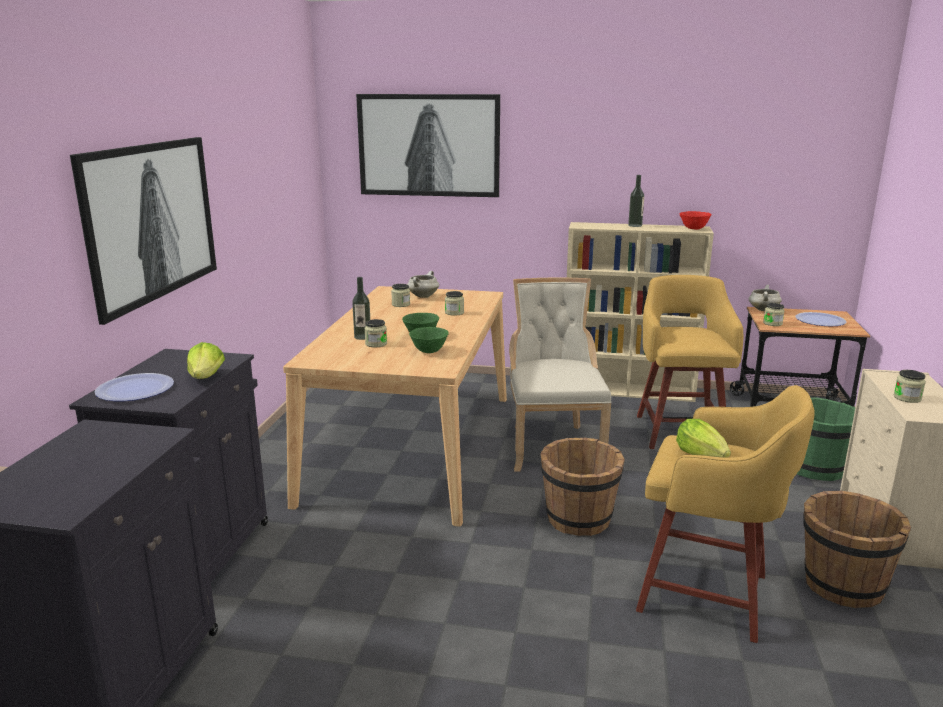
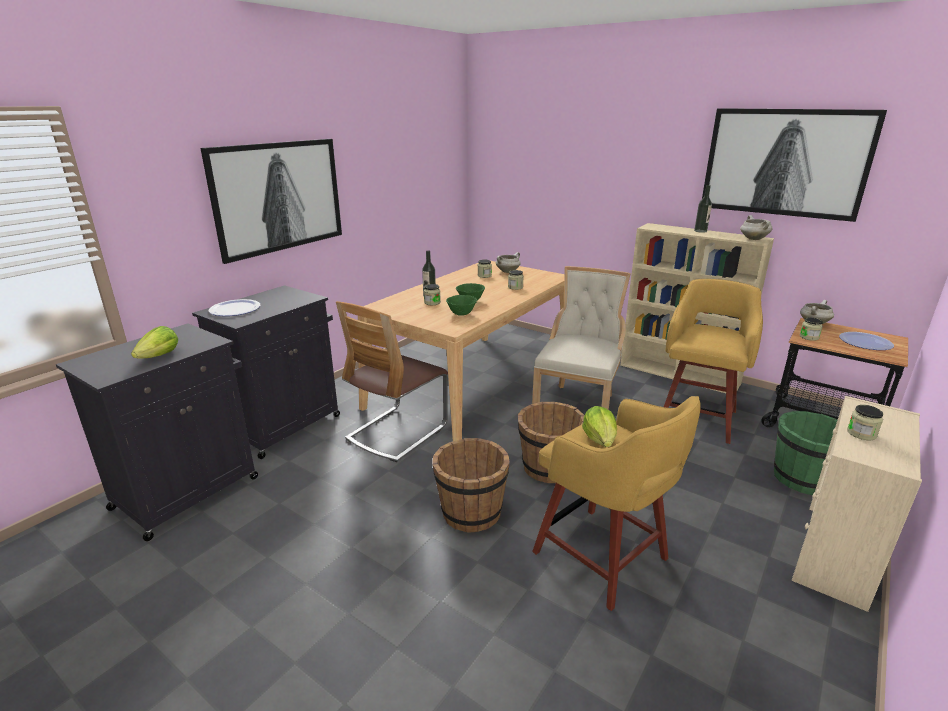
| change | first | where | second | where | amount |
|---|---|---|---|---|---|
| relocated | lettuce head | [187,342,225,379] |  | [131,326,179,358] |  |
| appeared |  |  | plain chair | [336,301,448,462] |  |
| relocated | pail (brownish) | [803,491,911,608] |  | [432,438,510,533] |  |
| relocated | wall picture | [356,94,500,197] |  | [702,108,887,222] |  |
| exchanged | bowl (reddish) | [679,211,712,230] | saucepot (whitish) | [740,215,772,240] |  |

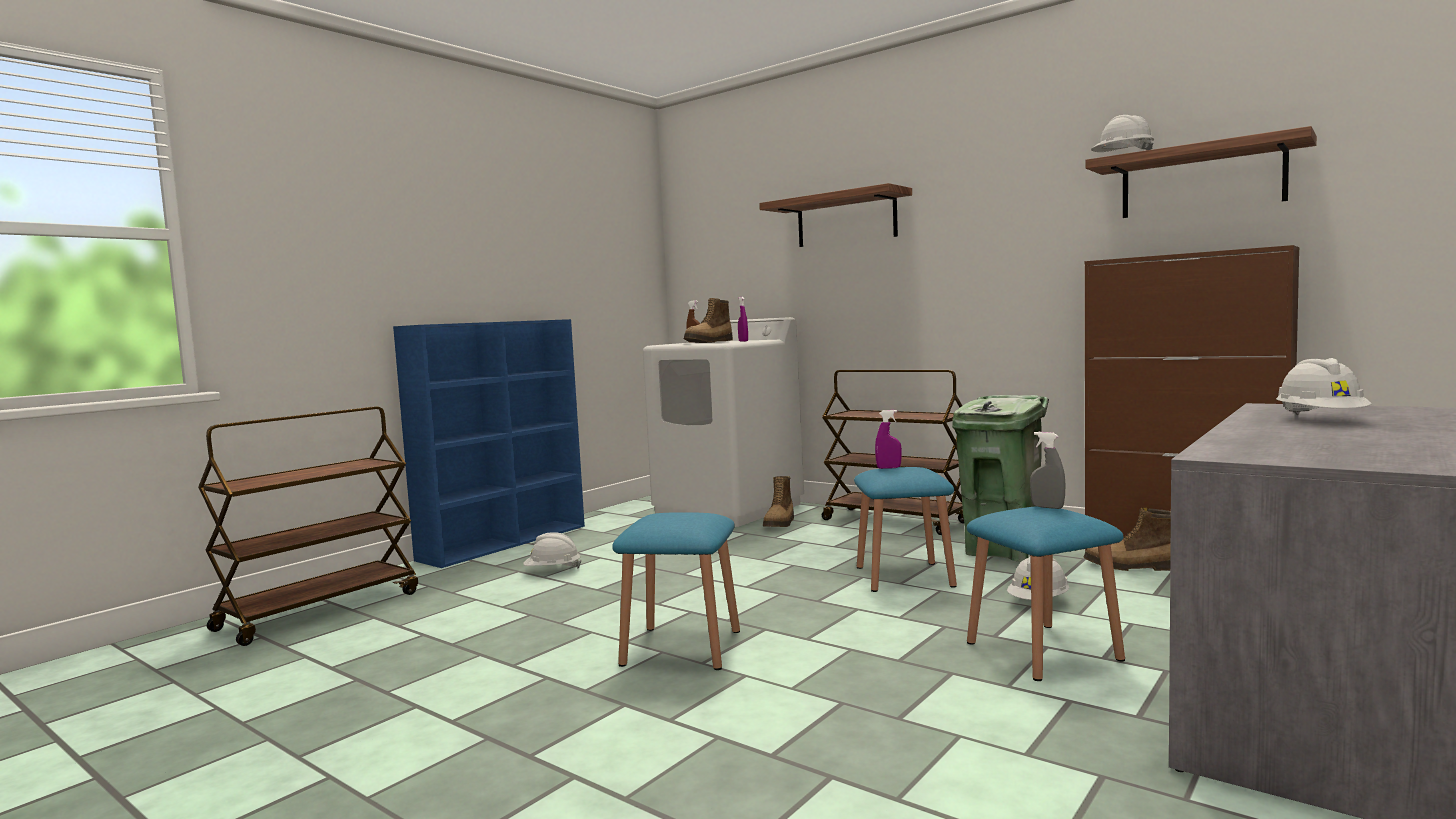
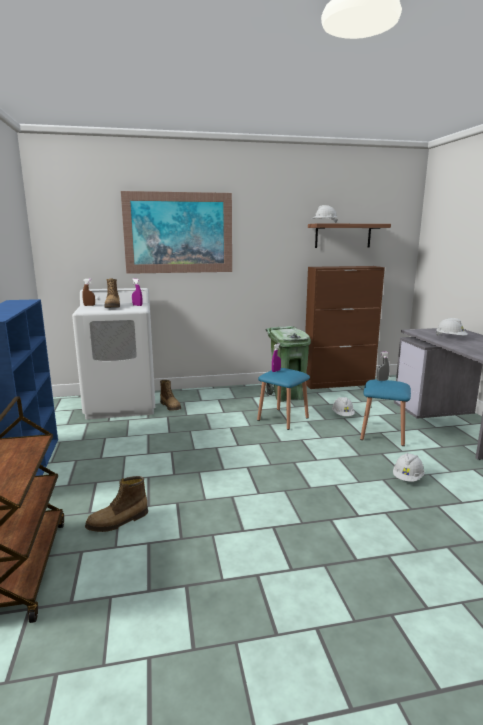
| change | first | where | second | where | amount |
|---|---|---|---|---|---|
| relocated | boot | [1084,508,1171,571] |  | [85,476,148,532] |  |
| exchanged | wall shelf | [759,183,912,247] | wall picture | [121,191,232,274] |  |
| relocated | hard hat (whitish) | [524,532,582,569] |  | [393,453,425,482] |  |
| missing | stool seat (blue-coloured) | [612,512,740,670] |  |  |  |
| missing | wheeled cart (brownish) | [822,370,964,535] |  |  |  |

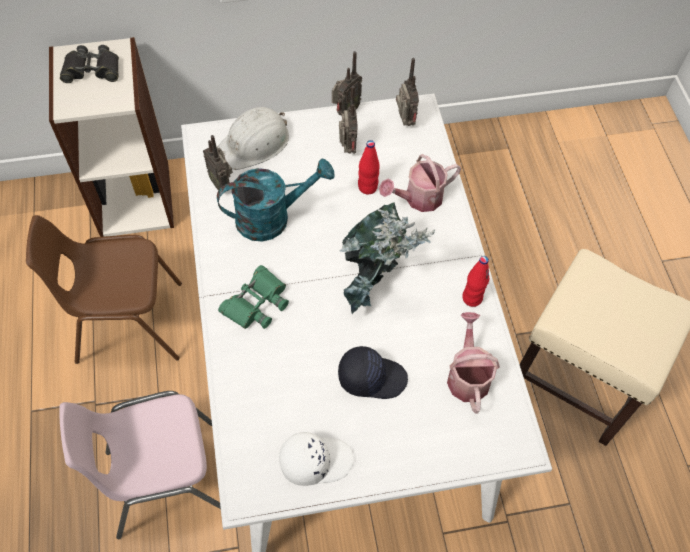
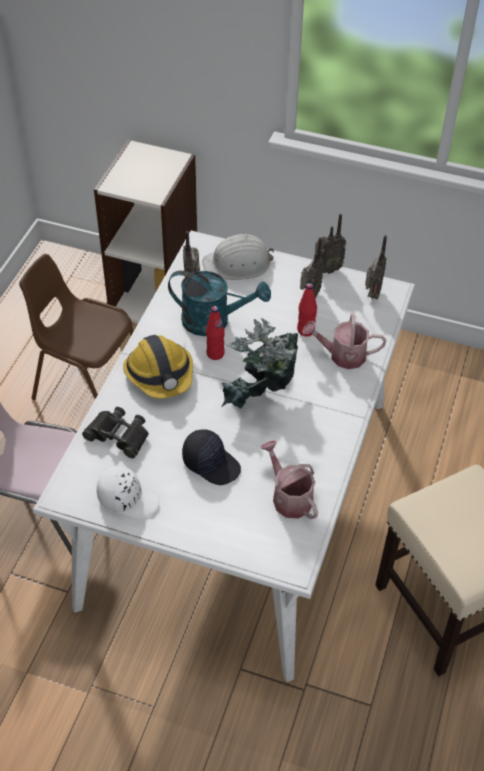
| change | first | where | second | where | amount |
|---|---|---|---|---|---|
| relocated | field glasses (blackish) | [60,45,119,83] |  | [82,407,149,458] |  |
| exchanged | field glasses (greenish) | [218,265,289,329] | hard hat | [123,335,193,399] |  |
| relocated | beverage bottle (reddish) | [462,256,489,307] |  | [206,306,225,360] |  |
| spun | watering can | [447,312,500,414] |  | [261,440,318,519] | 60 degrees counterclockwise |

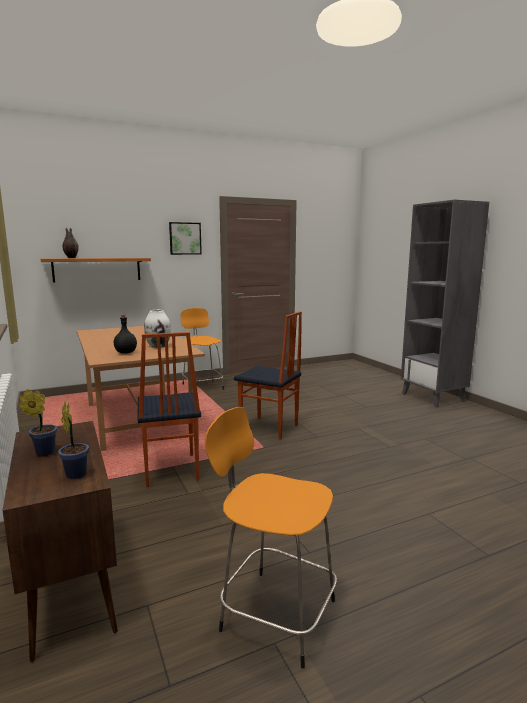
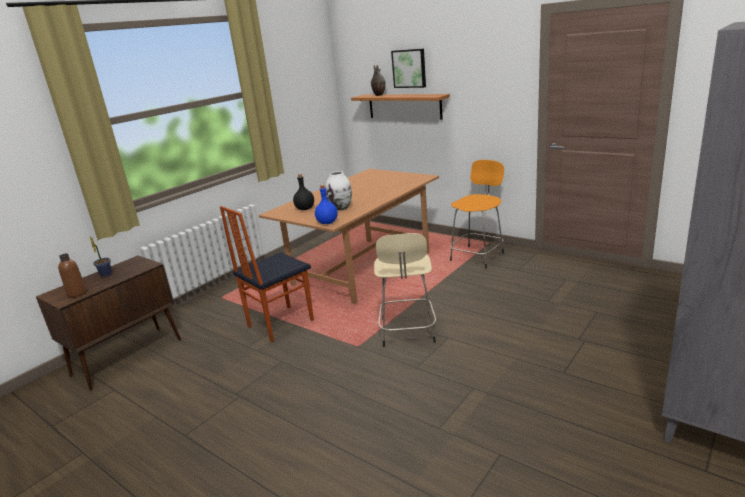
| change | first | where | second | where | amount |
|---|---|---|---|---|---|
| exchanged | plant in a pot | [58,400,89,479] | beverage bottle (brownish) | [58,253,87,298] |  |
| appeared |  |  | beverage bottle (blue-coloured) | [315,185,338,224] |  |
| exchanged | plain chair | [234,311,302,440] | stool seat (sand-coloured) | [374,233,436,347] |  |
| relocated | wall picture | [169,222,202,255] |  | [391,49,426,88] |  |
| missing | stool seat (orange-coloured) | [205,407,337,669] |  |  |  |

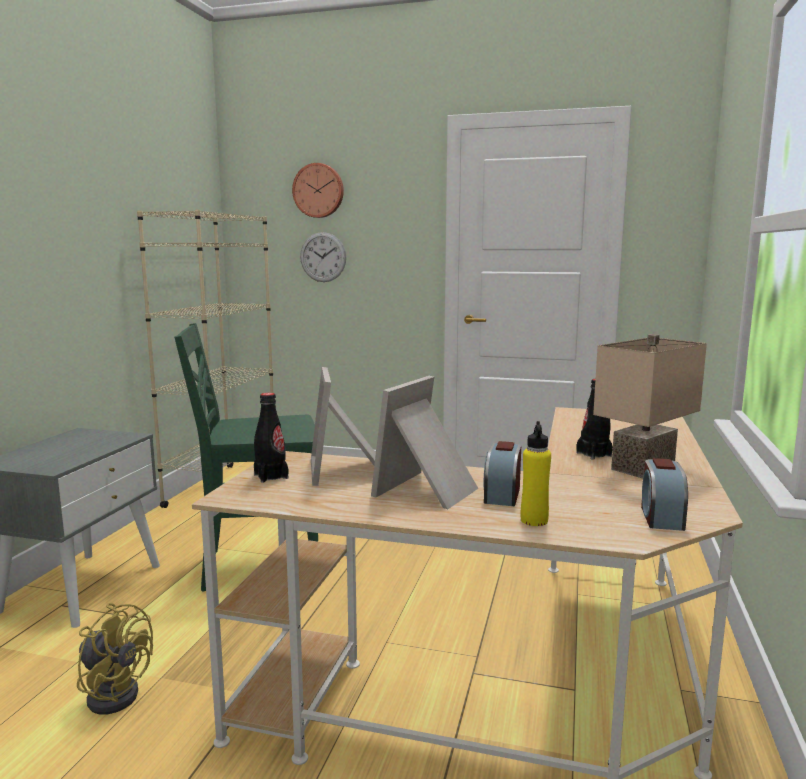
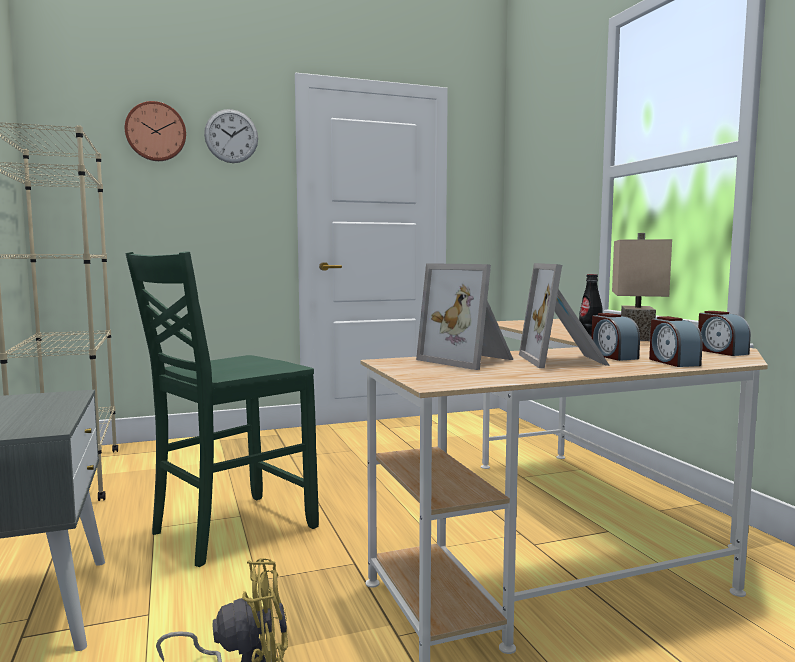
| change | first | where | second | where | amount |
|---|---|---|---|---|---|
| relocated | hanging clock | [300,232,346,282] |  | [204,109,258,163] |  |
| exchanged | beverage bottle (yellowish) | [521,421,551,526] | alarm clock | [649,316,703,367] |  |
| missing | beverage bottle (blackish) | [254,393,288,483] |  |  |  |

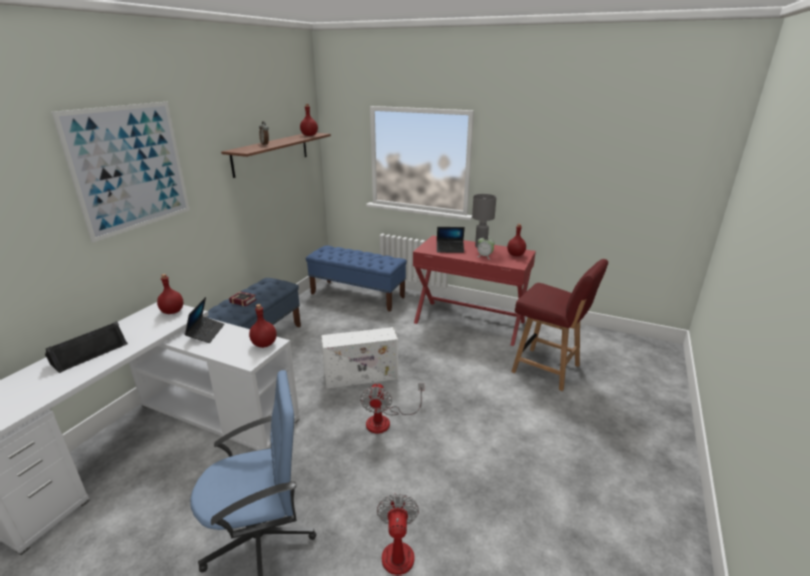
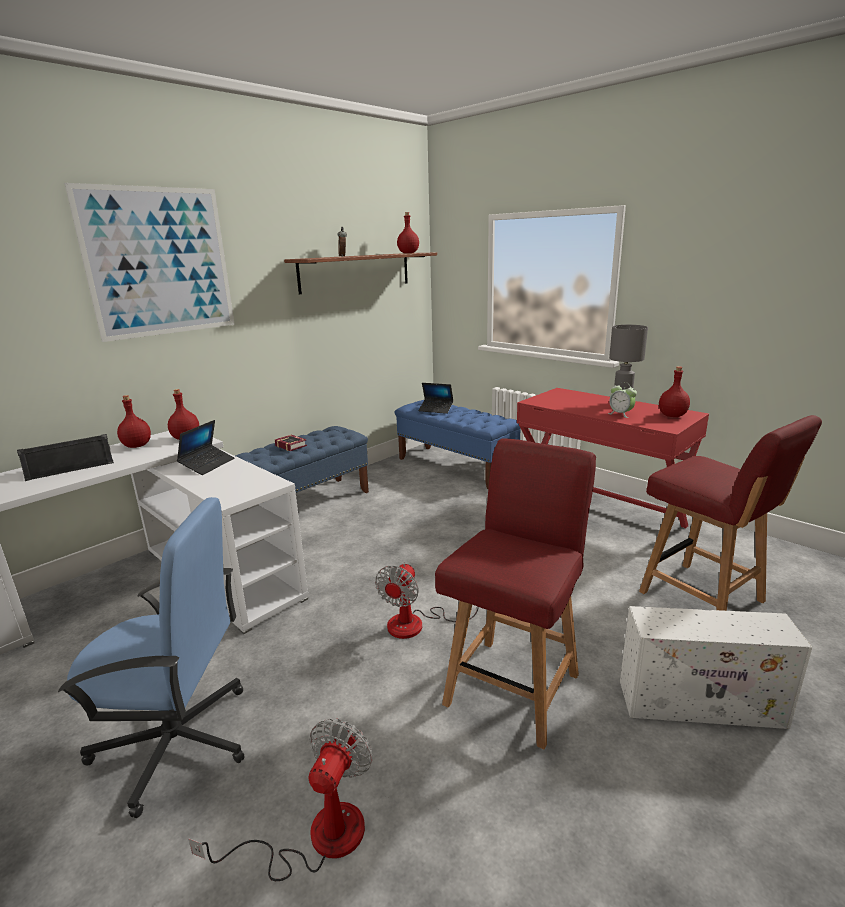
| change | first | where | second | where | amount |
|---|---|---|---|---|---|
| relocated | beverage bottle (reddish) | [249,304,277,348] |  | [117,395,151,448] |  |
| relocated | portable computer | [437,227,465,253] |  | [418,383,453,414] |  |
| appeared |  |  | plain chair (reddish) | [435,438,596,749] |  |
| relocated | storage box (whitish) | [321,327,398,389] |  | [620,606,812,729] |  |

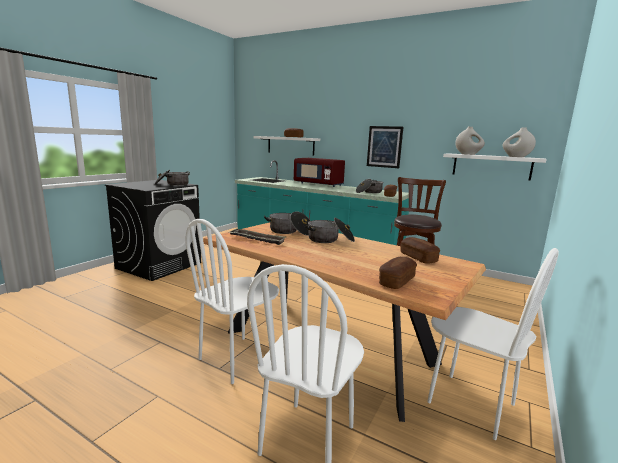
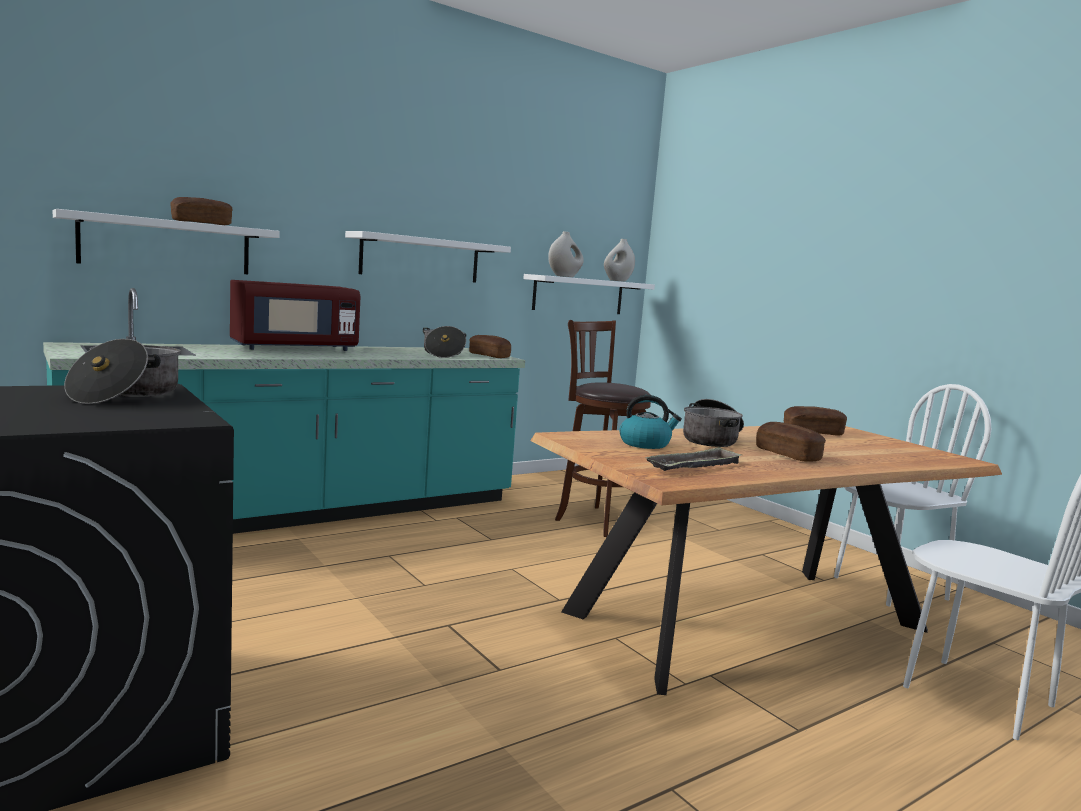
| change | first | where | second | where | amount |
|---|---|---|---|---|---|
| exchanged | wall picture | [367,126,403,168] | wall shelf (whitish) | [345,231,511,282] |  |
| exchanged | saucepot | [264,211,311,236] | kettle | [619,395,682,449] |  |
| relocated | bread | [379,257,417,289] |  | [756,422,826,462] |  |
| missing | plain chair (whitish) | [185,219,279,384] |  |  |  |

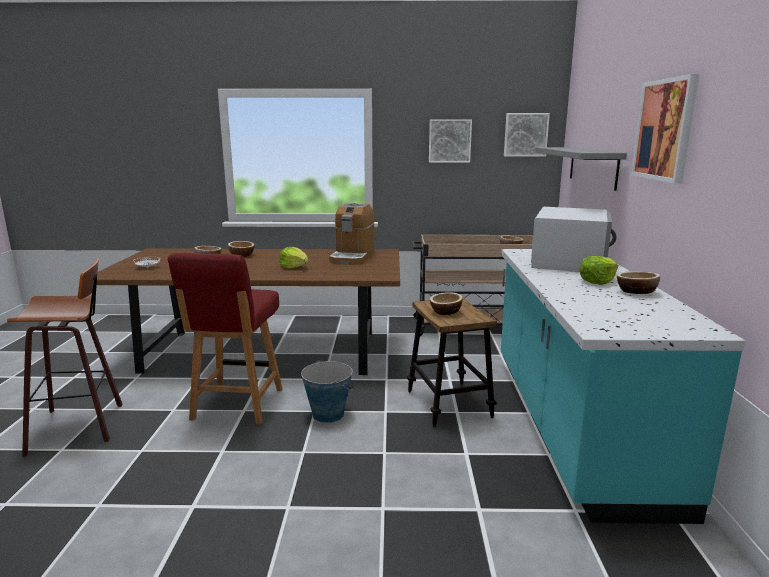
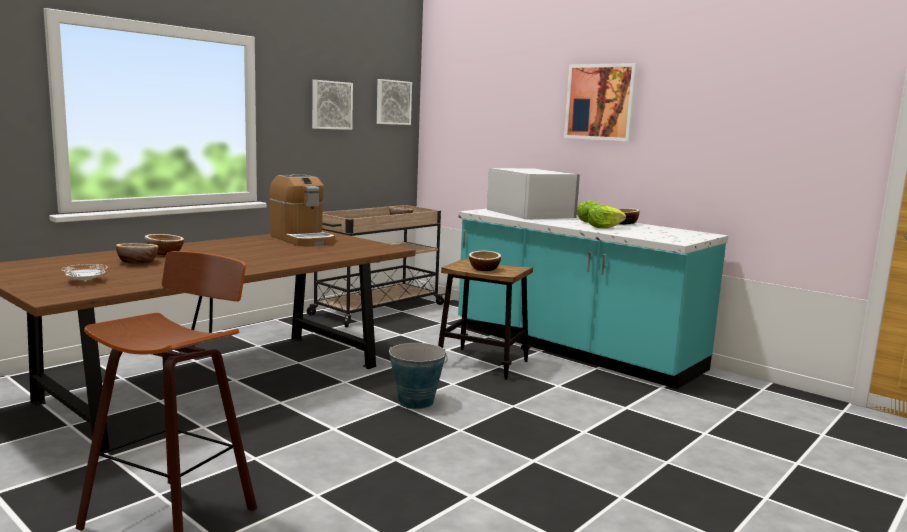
| change | first | where | second | where | amount |
|---|---|---|---|---|---|
| relocated | lettuce head | [279,247,309,268] |  | [588,205,626,229] |  |
| missing | plain chair (reddish) | [168,253,283,424] |  |  |  |
| missing | wall shelf (greyish) | [535,147,627,191] |  |  |  |

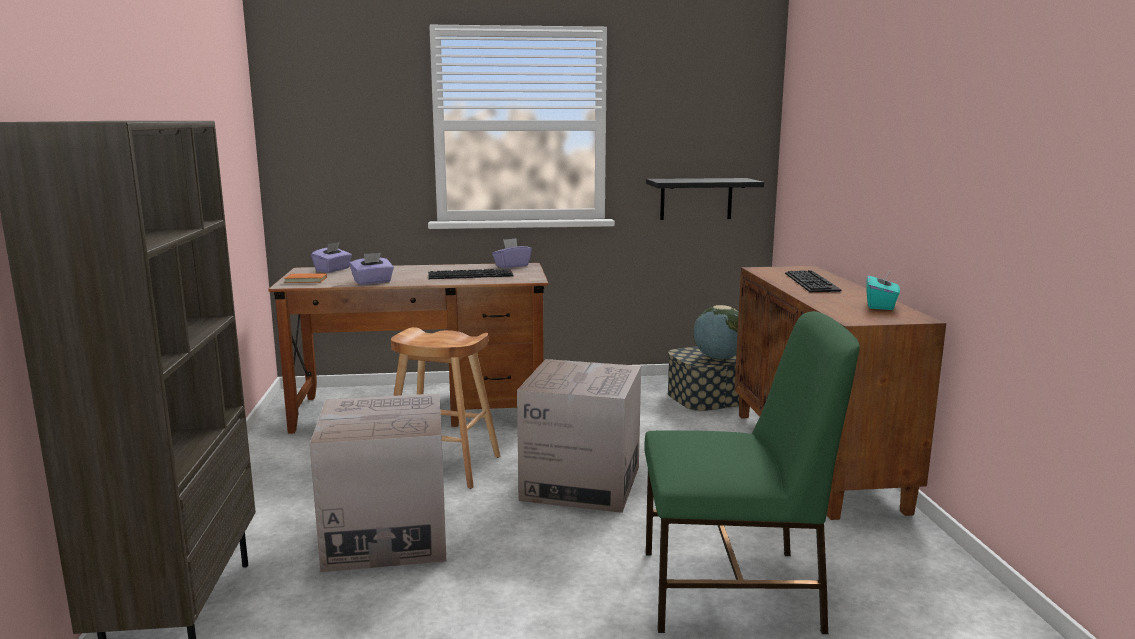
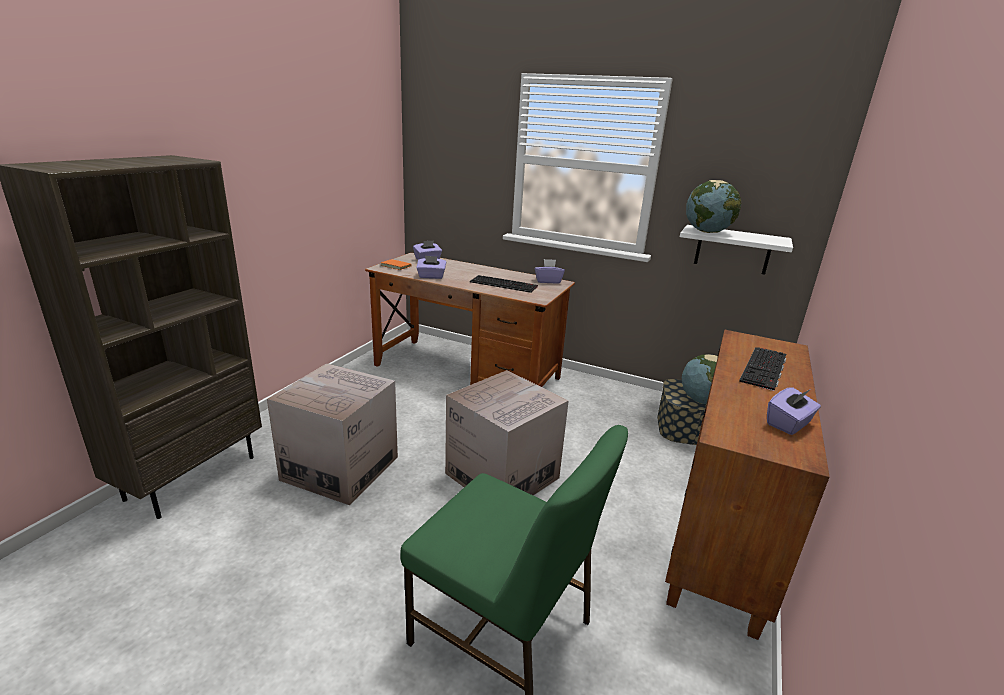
| change | first | where | second | where | amount |
|---|---|---|---|---|---|
| colour | wall shelf (blackish) | [646,178,764,220] | wall shelf (whitish) | [680,225,793,274] |  |
| appeared |  |  | globe | [686,180,741,233] |  |
| colour | tissue holder (turquoise) | [866,270,900,310] | tissue holder (purple) | [767,388,821,435] |  |
| missing | stool seat (brownish) | [391,327,500,489] |  |  |  |

